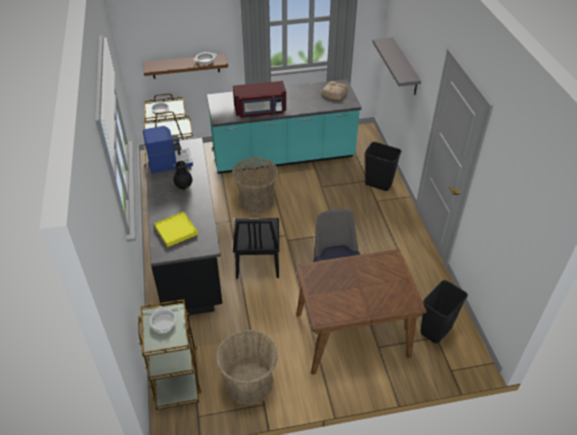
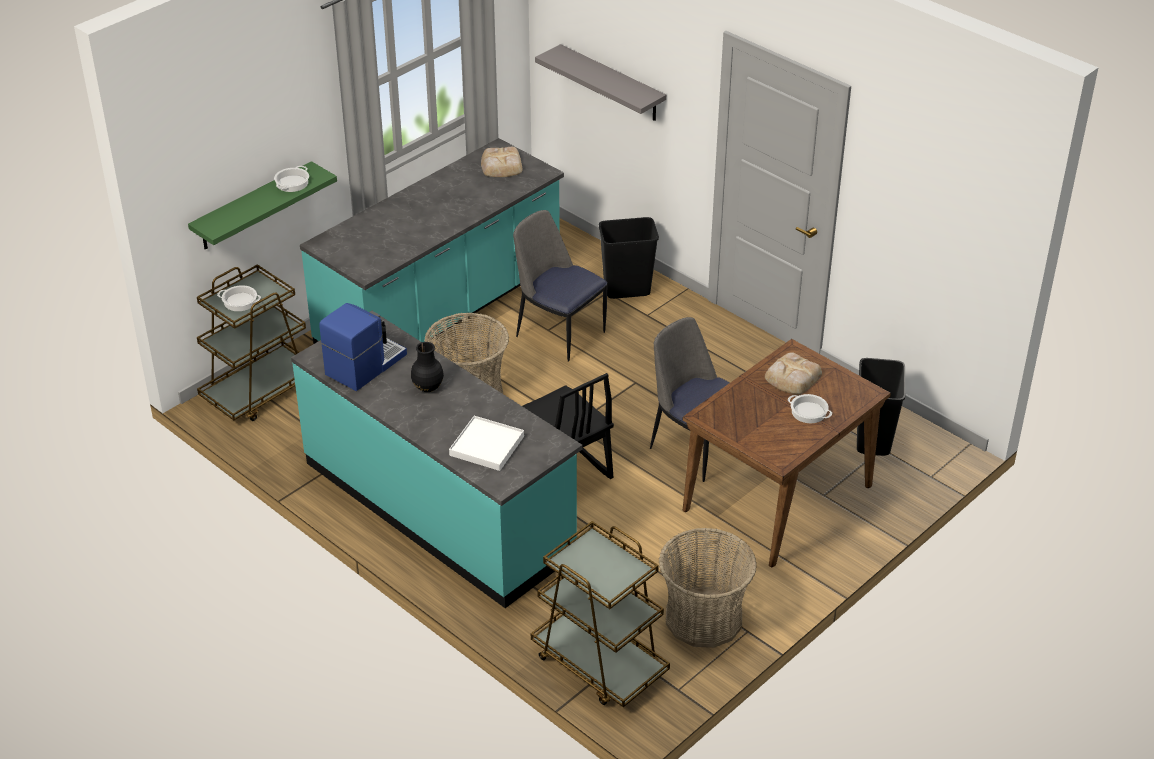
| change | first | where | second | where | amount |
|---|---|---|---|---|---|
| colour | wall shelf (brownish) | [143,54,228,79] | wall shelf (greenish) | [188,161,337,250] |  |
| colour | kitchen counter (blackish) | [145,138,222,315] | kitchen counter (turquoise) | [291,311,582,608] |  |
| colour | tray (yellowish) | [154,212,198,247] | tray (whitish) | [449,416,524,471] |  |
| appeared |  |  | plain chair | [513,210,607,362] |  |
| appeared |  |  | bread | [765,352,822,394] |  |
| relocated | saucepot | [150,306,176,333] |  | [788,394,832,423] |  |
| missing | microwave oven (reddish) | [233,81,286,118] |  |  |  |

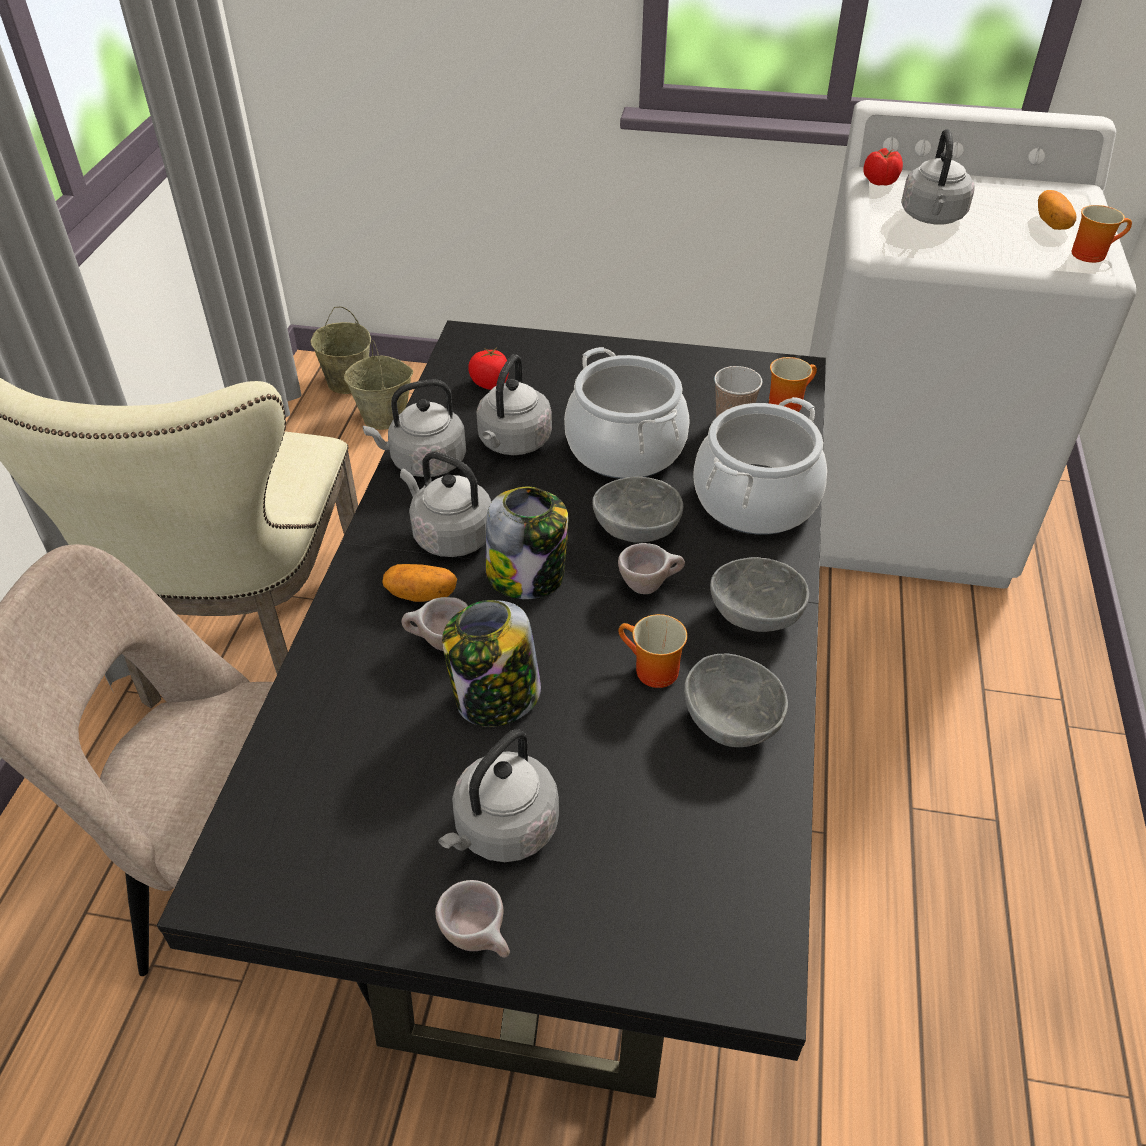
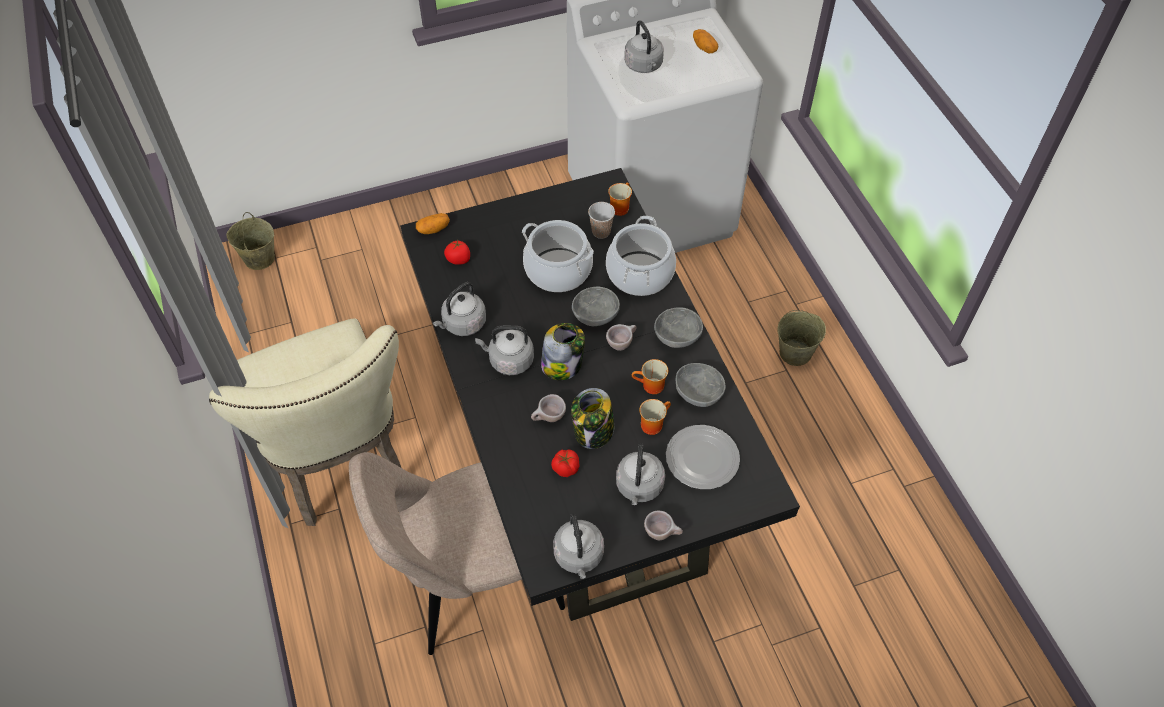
| change | first | where | second | where | amount |
|---|---|---|---|---|---|
| relocated | whole potato | [382,564,457,602] |  | [416,213,450,234] |  |
| relocated | tomato | [863,148,903,185] |  | [551,449,580,477] |  |
| relocated | kettle (greyish) | [476,354,552,455] |  | [553,514,604,579] |  |
| relocated | coffee mug | [1072,205,1132,263] |  | [639,399,671,435] |  |
| appeared |  |  | flat dish | [666,425,740,490] |  |
| relocated | pail (sand-coloured) | [344,340,413,430] |  | [777,310,826,366] |  |

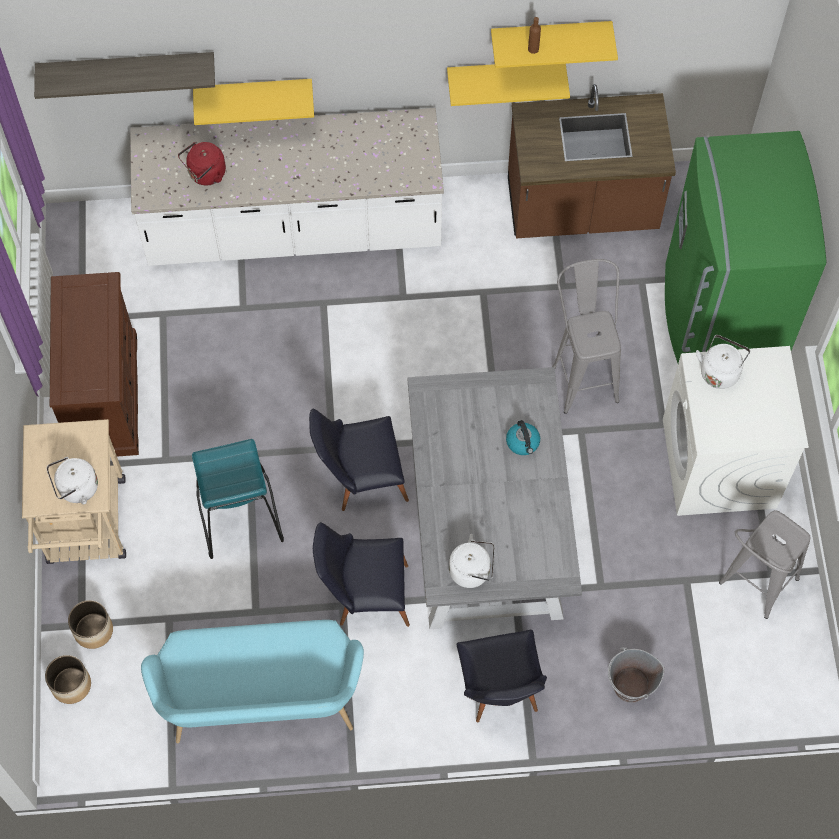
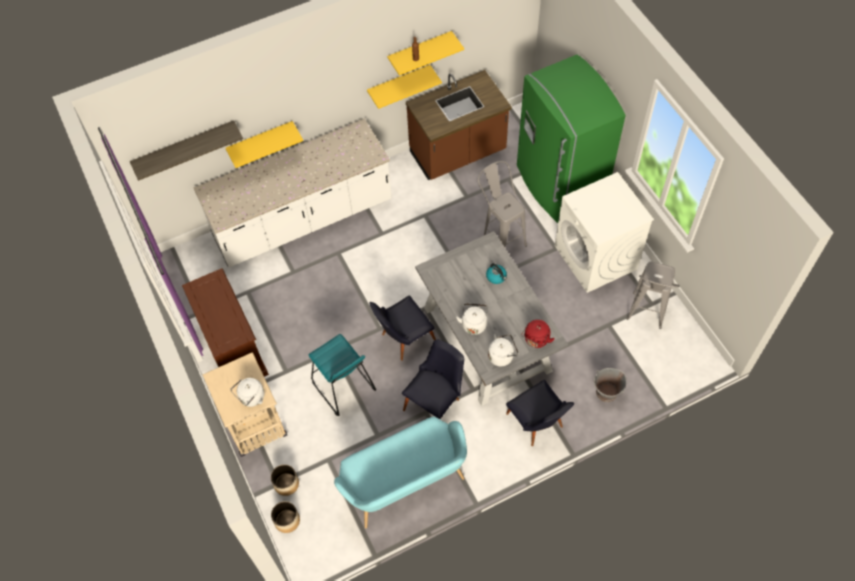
| change | first | where | second | where | amount |
|---|---|---|---|---|---|
| spun | plain chair (blackish) | [313,522,410,627] |  | [402,340,464,419] | 150 degrees clockwise |
| relocated | kettle (whitish) | [696,335,750,389] |  | [456,303,487,335] |  |
| relocated | kettle (reddish) | [178,142,226,186] |  | [522,320,555,348] |  |

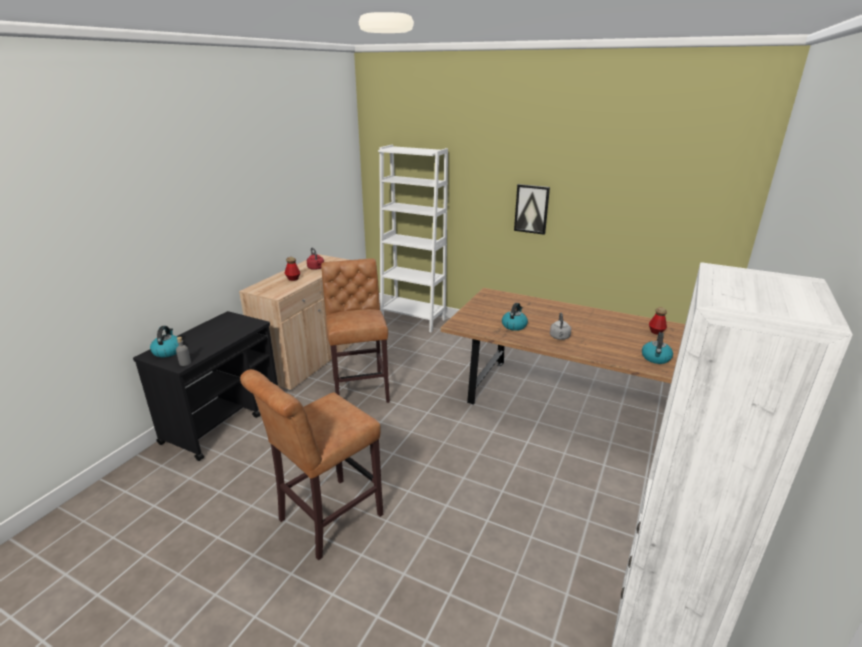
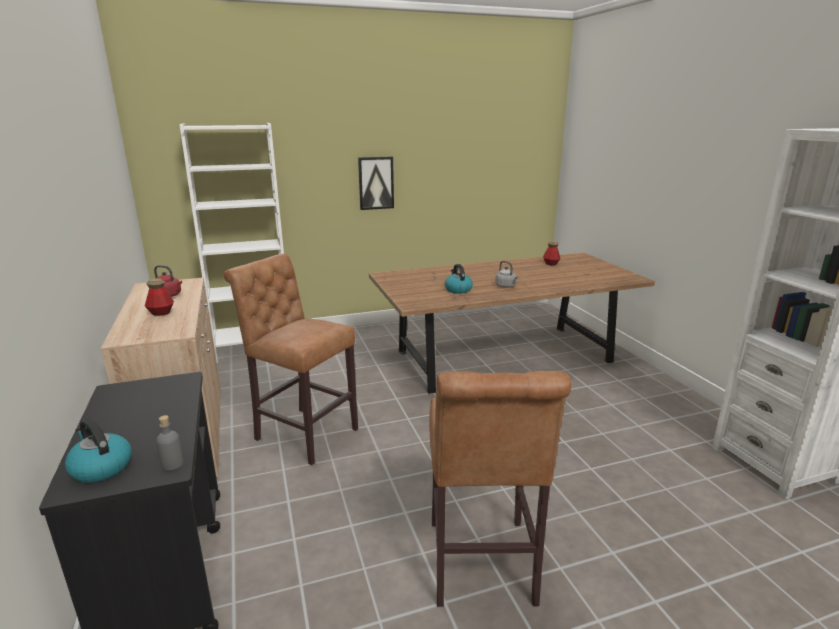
| change | first | where | second | where | amount |
|---|---|---|---|---|---|
| missing | kettle | [642,332,673,364] |  |  |  |

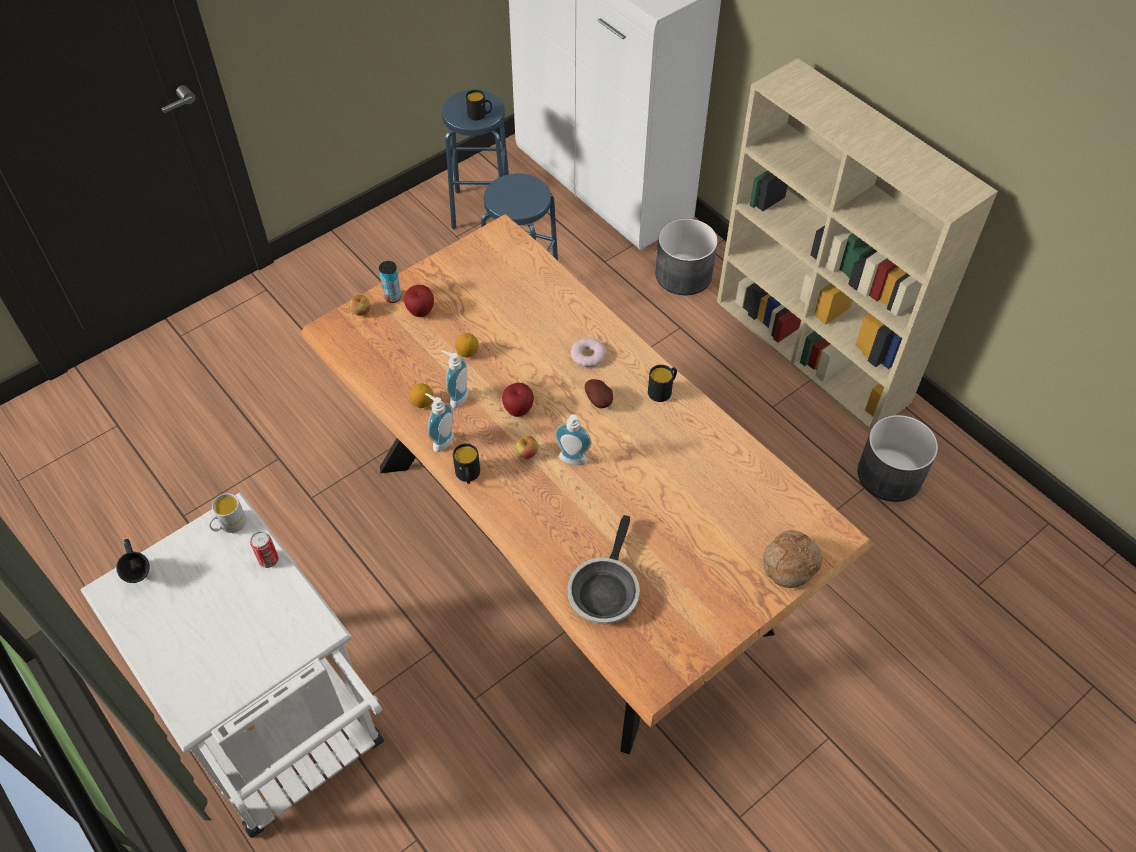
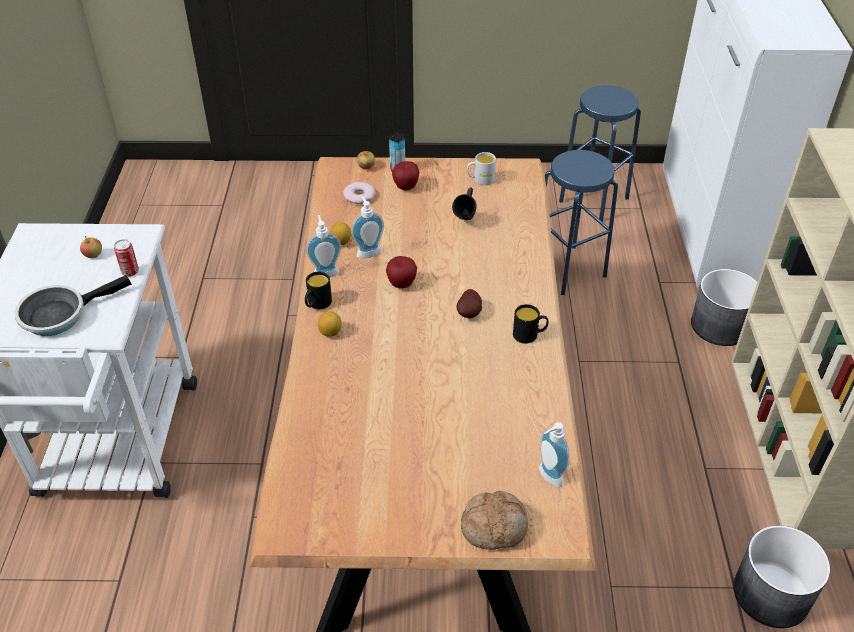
| change | first | where | second | where | amount |
|---|---|---|---|---|---|
| relocated | skillet | [567,515,640,624] |  | [15,275,132,336] |  |
| relocated | whole apple | [516,436,538,459] |  | [80,236,102,258] |  |
| relocated | lemon | [455,333,479,357] |  | [318,311,342,337] |  |
| relocated | donut | [571,338,607,367] |  | [343,182,375,204] |  |
| relocated | coffee mug (blue-coloured) | [116,539,150,583] |  | [452,188,477,220] |  |
| relocated | coffee mug (whitish) | [208,493,247,533] |  | [467,152,496,185] |  |
| relocated | soap dispenser | [555,414,592,465] |  | [539,422,570,488] |  |
| missing | coffee mug (blackish) | [466,90,492,120] |  |  |  |

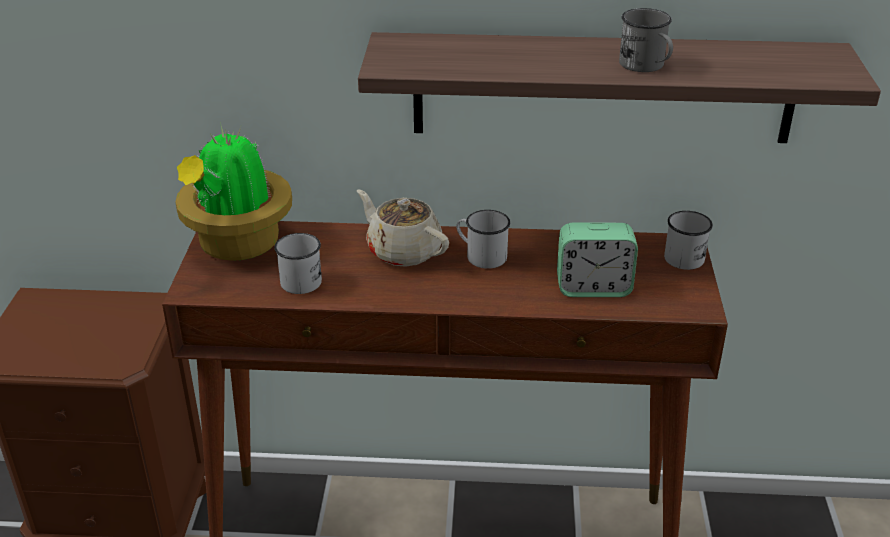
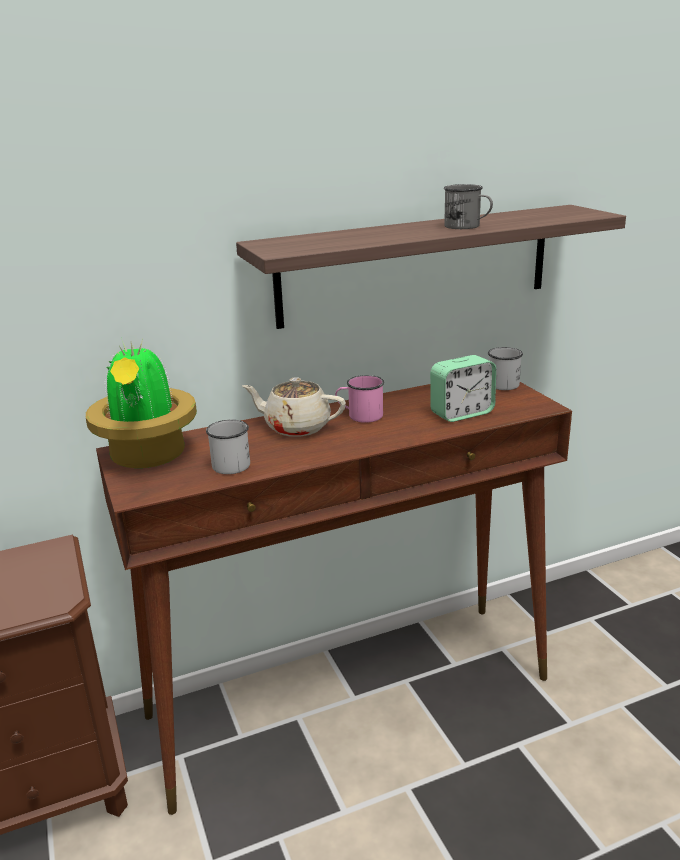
| change | first | where | second | where | amount |
|---|---|---|---|---|---|
| colour | coffee mug (whitish) | [456,210,510,269] | coffee mug (pink-coloured) | [335,375,384,423] |  |

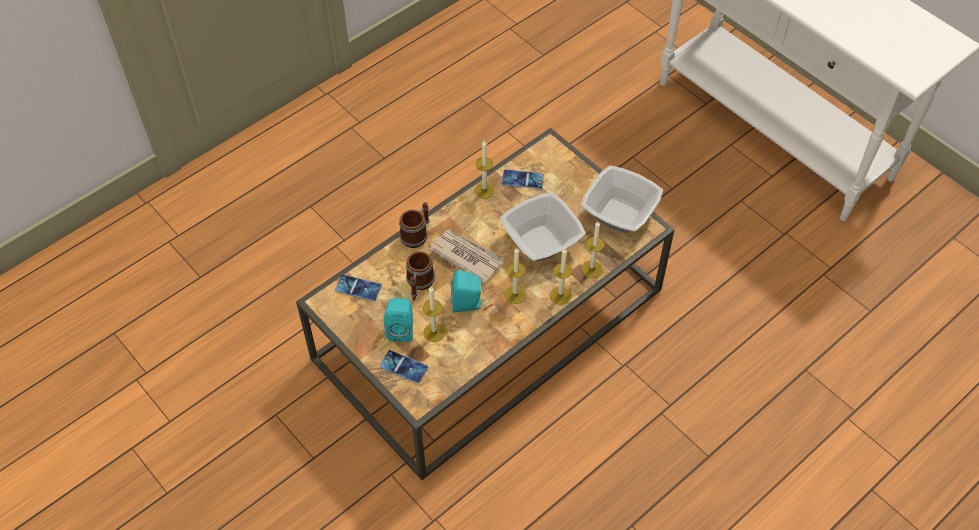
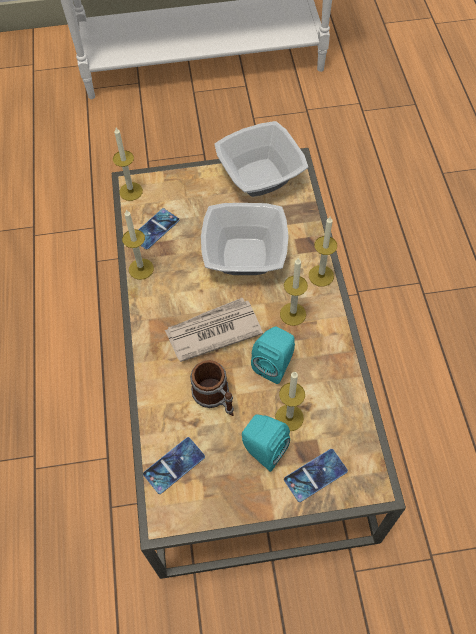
| change | first | where | second | where | amount |
|---|---|---|---|---|---|
| relocated | candle | [581,222,605,278] |  | [113,128,143,201] |  |
| missing | coffee mug | [399,202,429,248] |  |  |  |

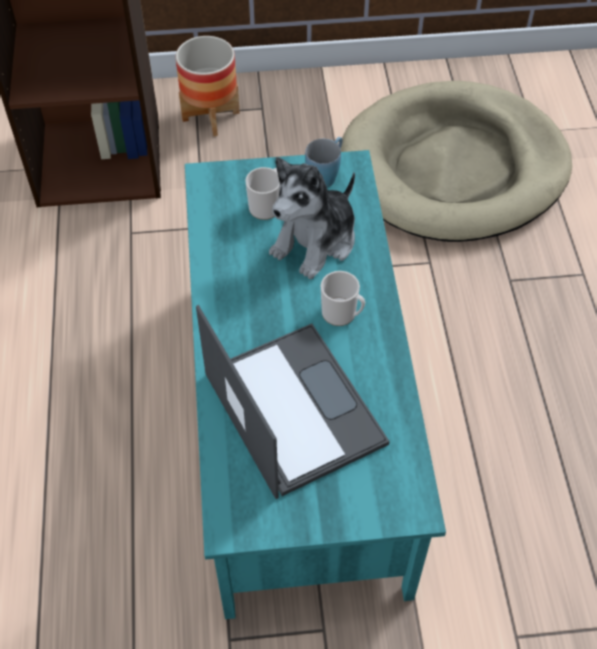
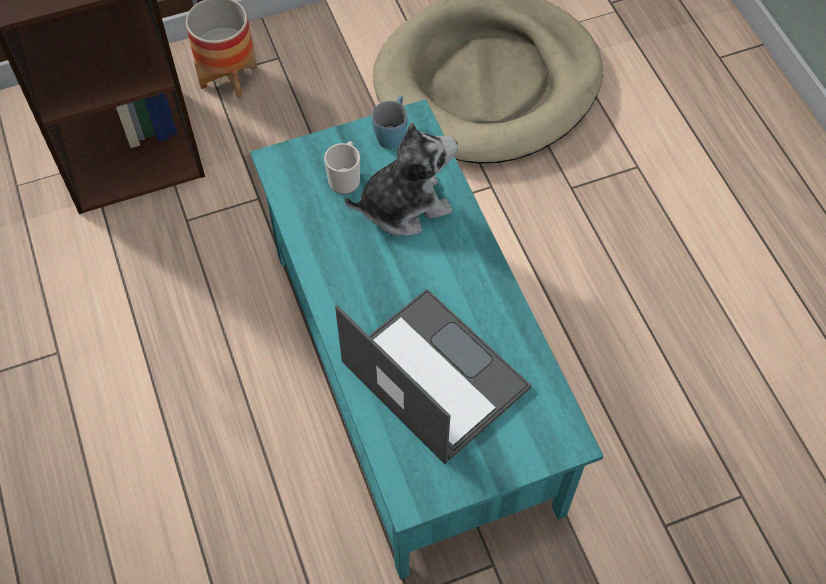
| change | first | where | second | where | amount |
|---|---|---|---|---|---|
| spun | cuddly toy | [269,157,355,279] |  | [344,122,458,236] | 135 degrees counterclockwise |
| missing | coffee mug | [321,271,365,326] |  |  |  |

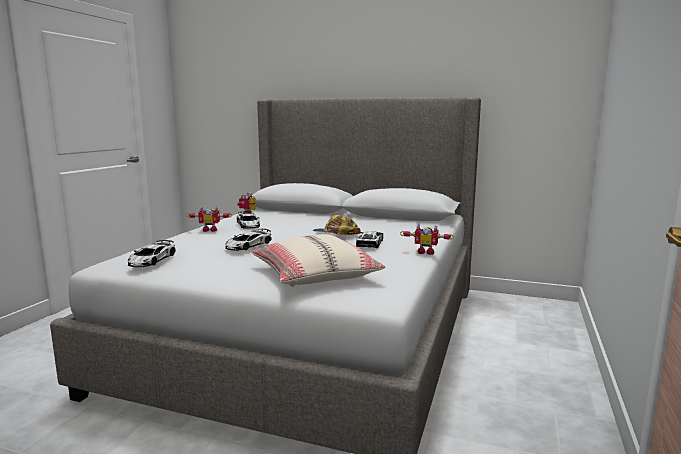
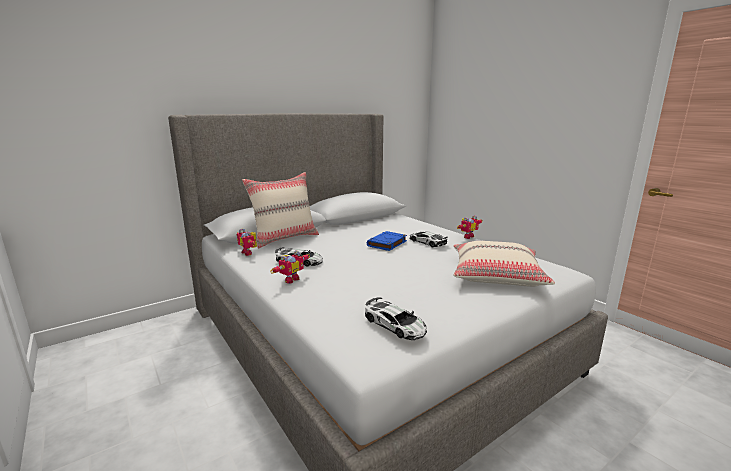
| change | first | where | second | where | amount |
|---|---|---|---|---|---|
| appeared |  |  | cushion (sand-coloured) | [242,172,319,248] |  |
| exchanged | cap | [313,215,360,235] | book (blue-coloured) | [367,231,407,251] |  |
| missing | toy car | [225,229,272,251] |  |  |  |

